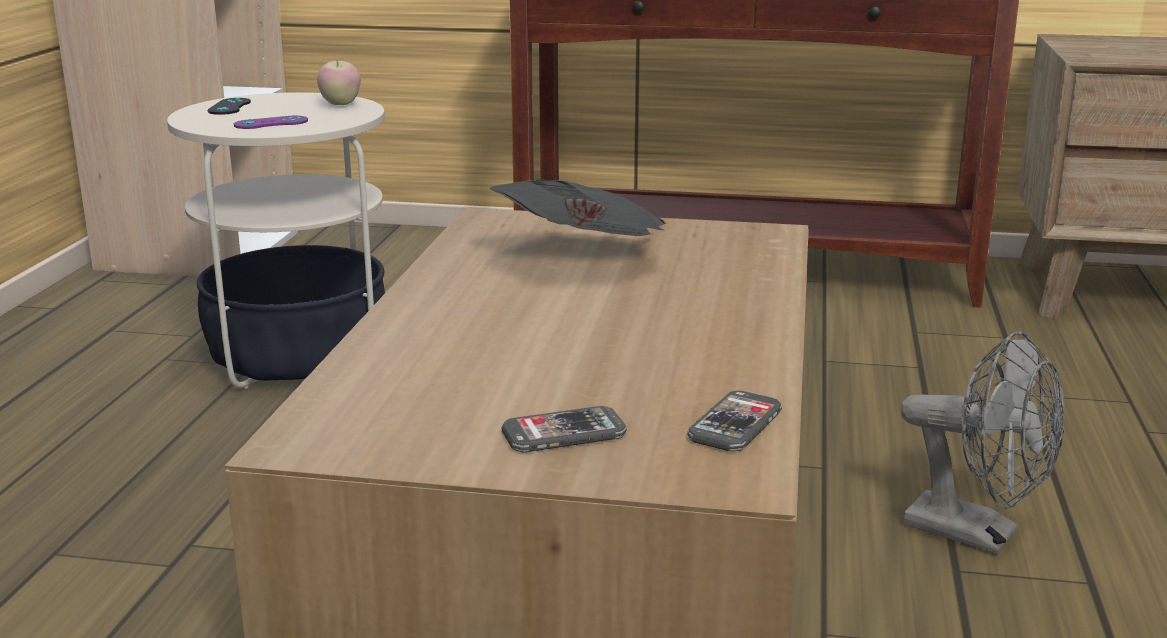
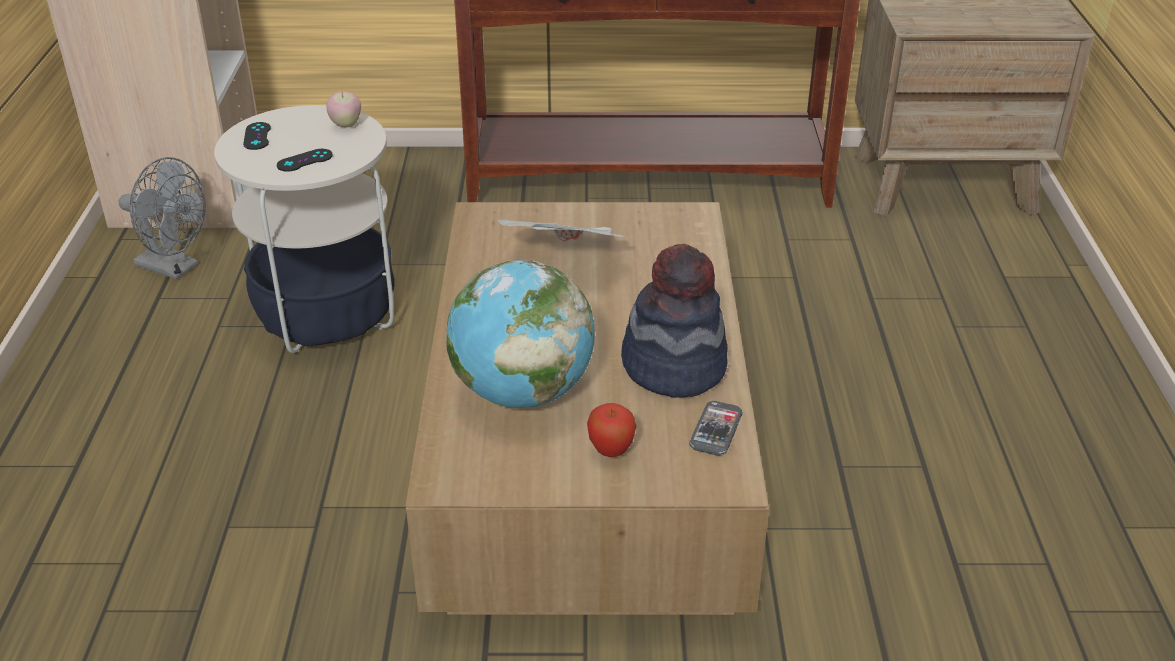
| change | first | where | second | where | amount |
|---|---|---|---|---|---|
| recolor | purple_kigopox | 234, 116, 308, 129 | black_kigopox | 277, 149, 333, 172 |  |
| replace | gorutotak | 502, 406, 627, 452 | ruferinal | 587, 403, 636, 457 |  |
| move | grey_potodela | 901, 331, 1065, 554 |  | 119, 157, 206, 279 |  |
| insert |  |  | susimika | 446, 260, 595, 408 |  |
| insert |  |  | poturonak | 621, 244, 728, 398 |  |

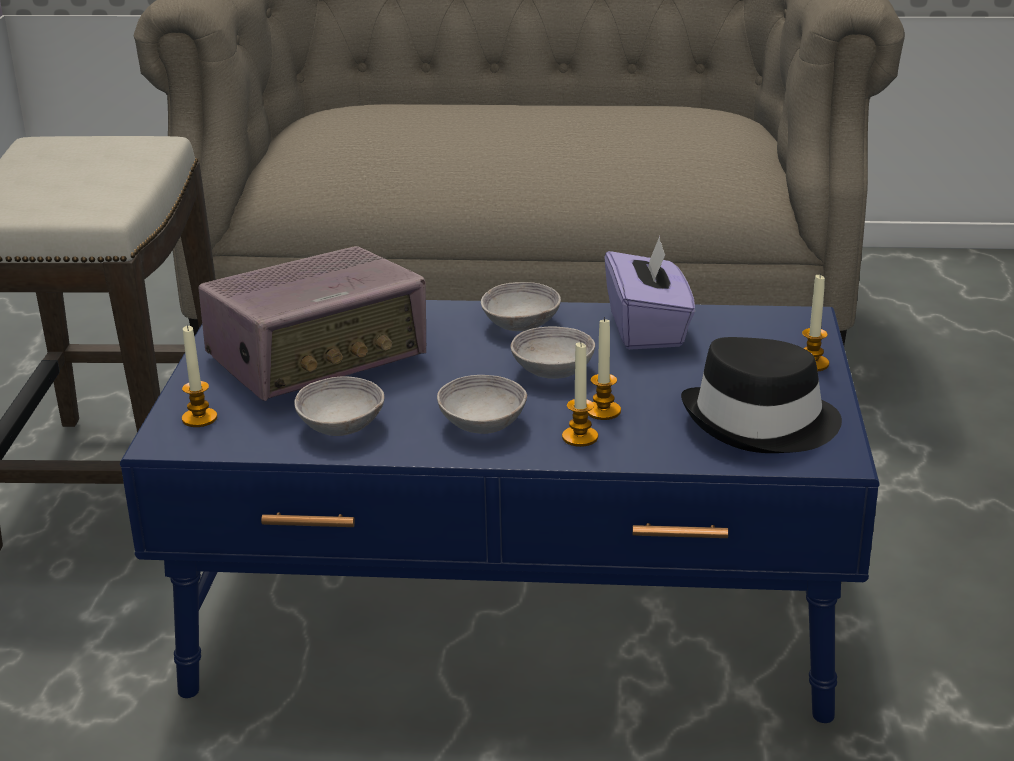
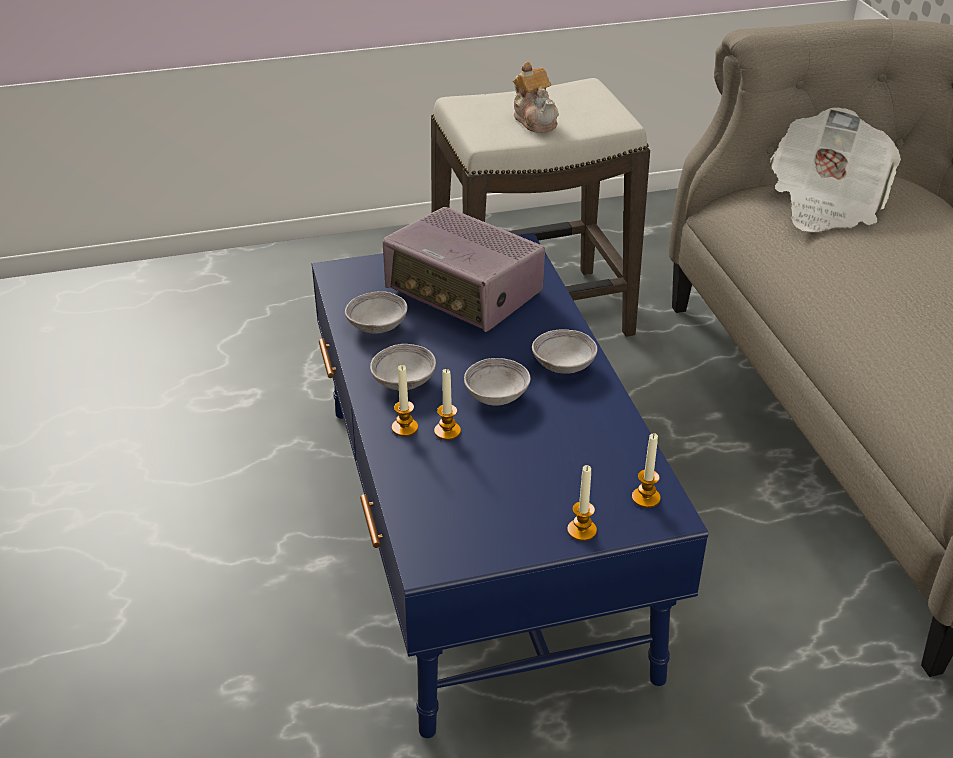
| change | first | where | second | where | amount |
|---|---|---|---|---|---|
| move | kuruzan | 182, 325, 217, 427 |  | 632, 433, 661, 508 |  |
| delete | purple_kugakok | 604, 236, 695, 350 |  |  |  |
| delete | black_poturonak | 681, 337, 842, 453 |  |  |  |
| insert |  |  | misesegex | 513, 61, 559, 133 |  |
| insert |  |  | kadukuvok | 770, 108, 901, 232 |  |

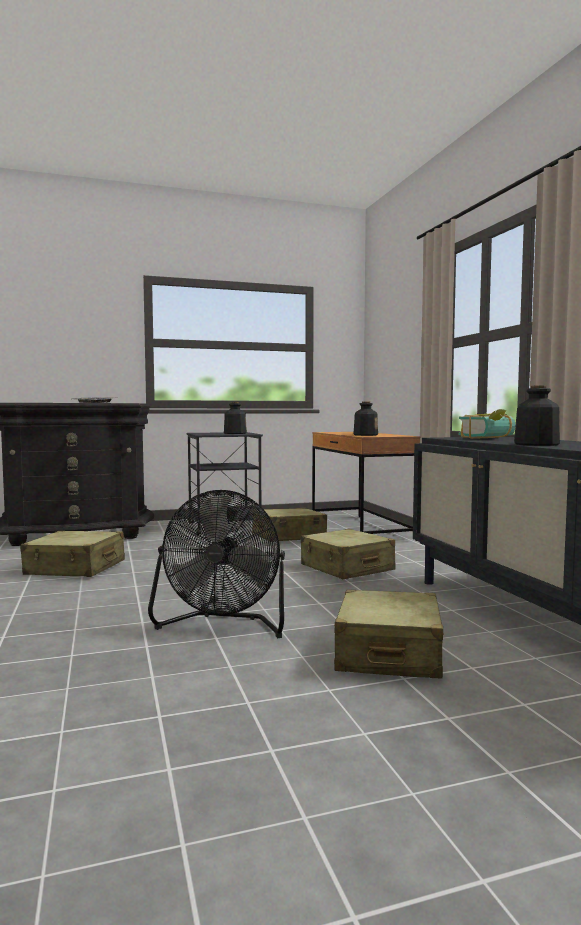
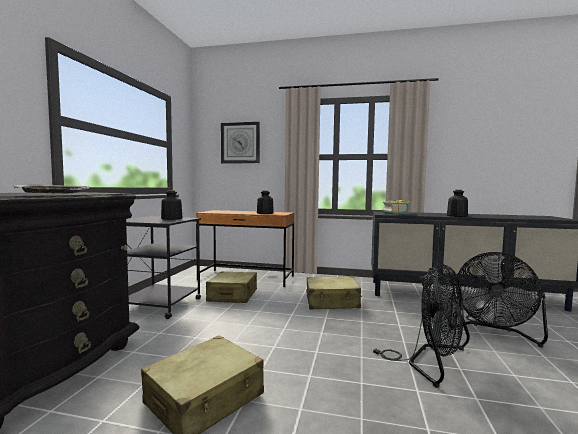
| change | first | where | second | where | amount |
|---|---|---|---|---|---|
| replace | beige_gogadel | 334, 589, 443, 678 | black_potodela | 448, 252, 548, 348 |  |
| insert |  |  | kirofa | 221, 122, 260, 163 |  |

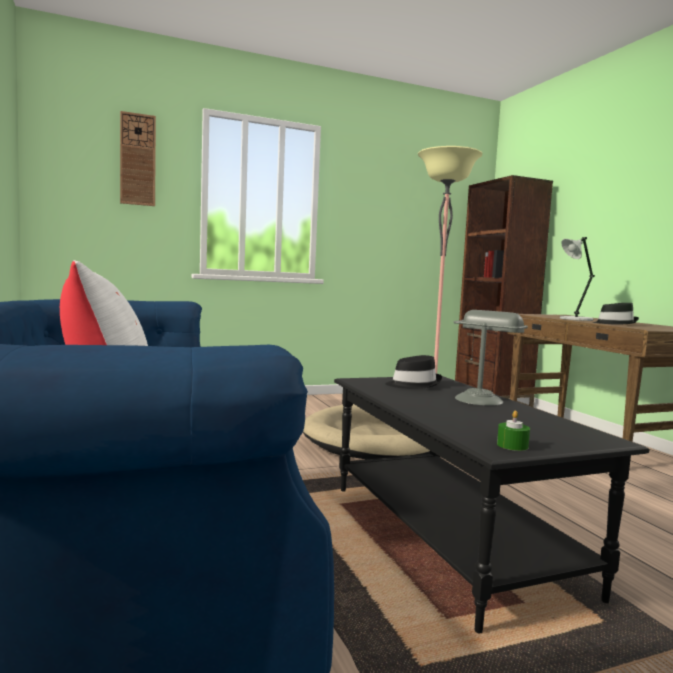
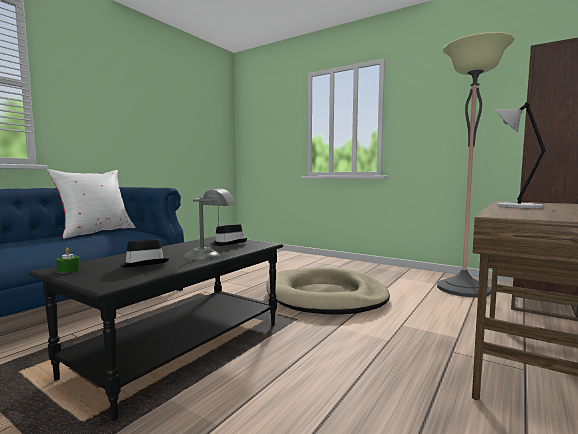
| change | first | where | second | where | amount |
|---|---|---|---|---|---|
| delete | kirofa | 120, 111, 156, 206 |  |  |  |
| move | black_poturonak | 592, 303, 639, 325 |  | 119, 239, 169, 267 |  |

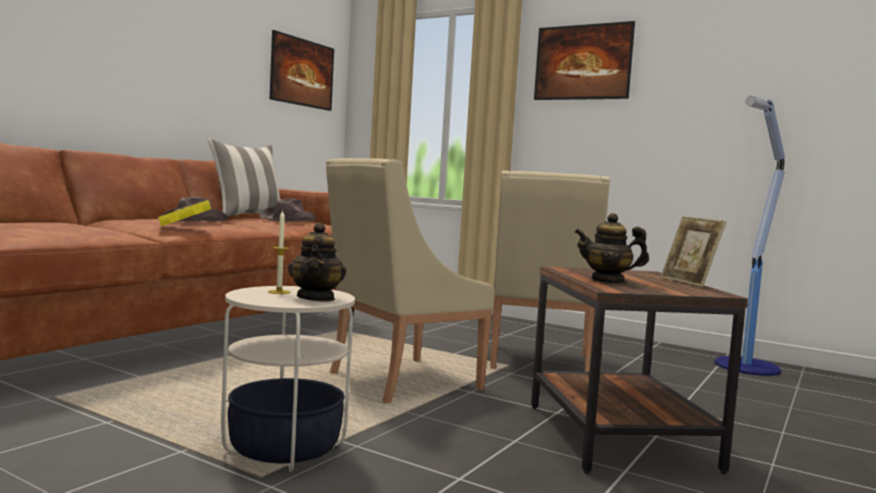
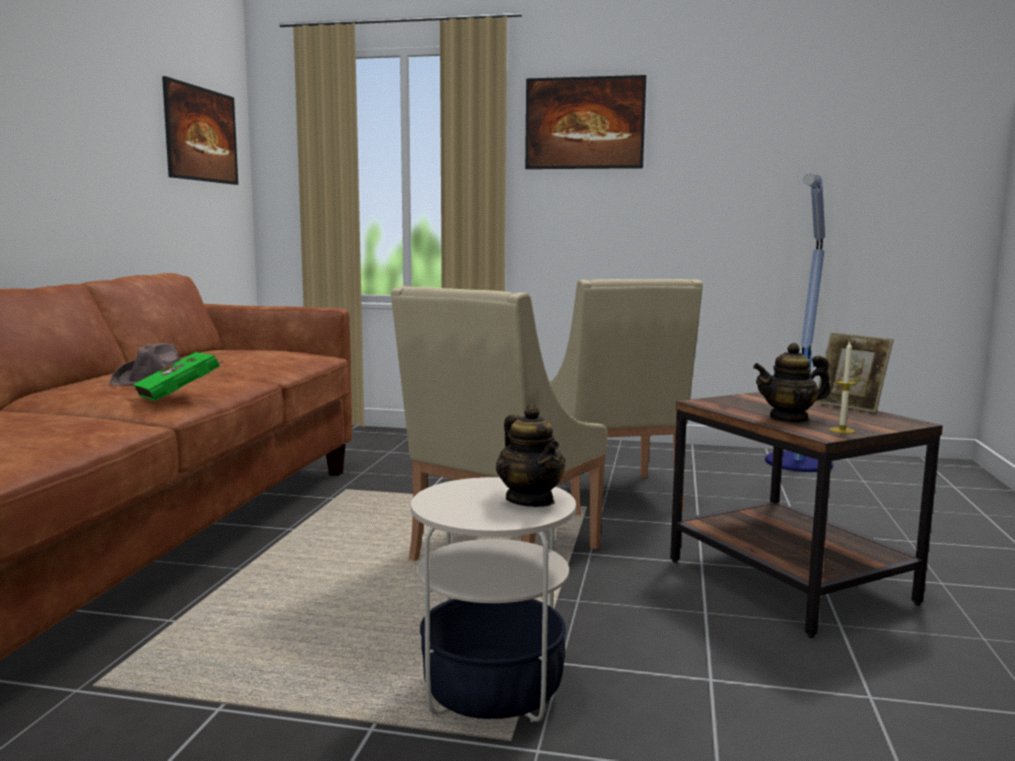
| change | first | where | second | where | amount |
|---|---|---|---|---|---|
| recolor | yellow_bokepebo | 158, 200, 219, 226 | green_bokepebo | 133, 352, 226, 401 |  |
| delete | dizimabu | 208, 139, 280, 217 |  |  |  |
| delete | brown_poturonak | 260, 198, 318, 221 |  |  |  |
| move | kuruzan | 268, 209, 291, 294 |  | 829, 340, 857, 434 |  |

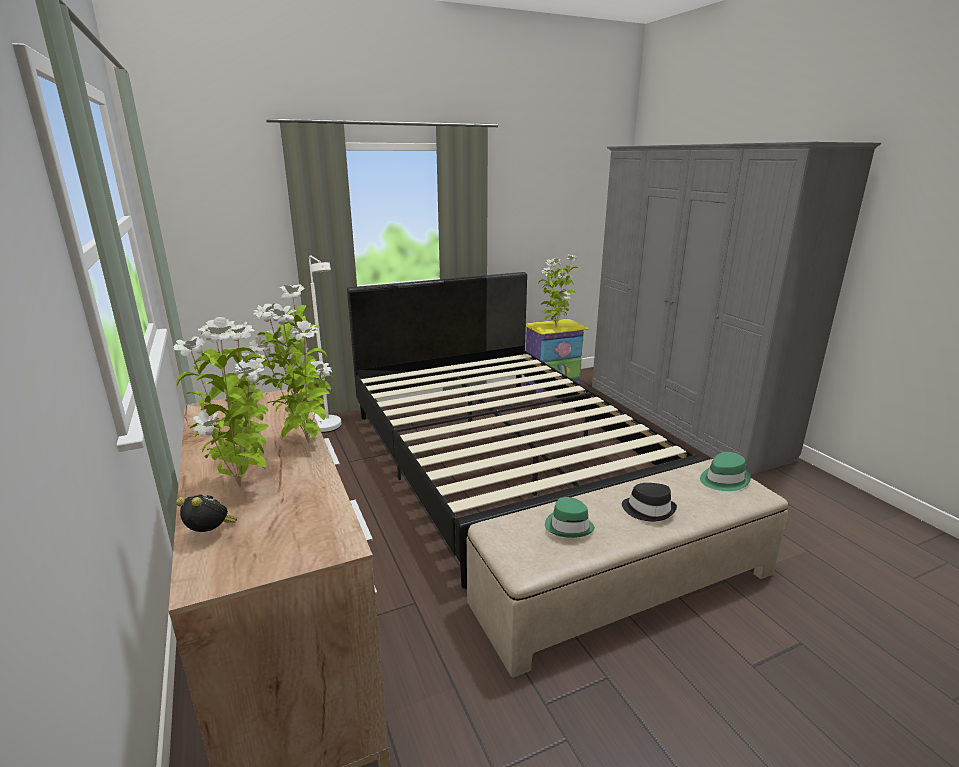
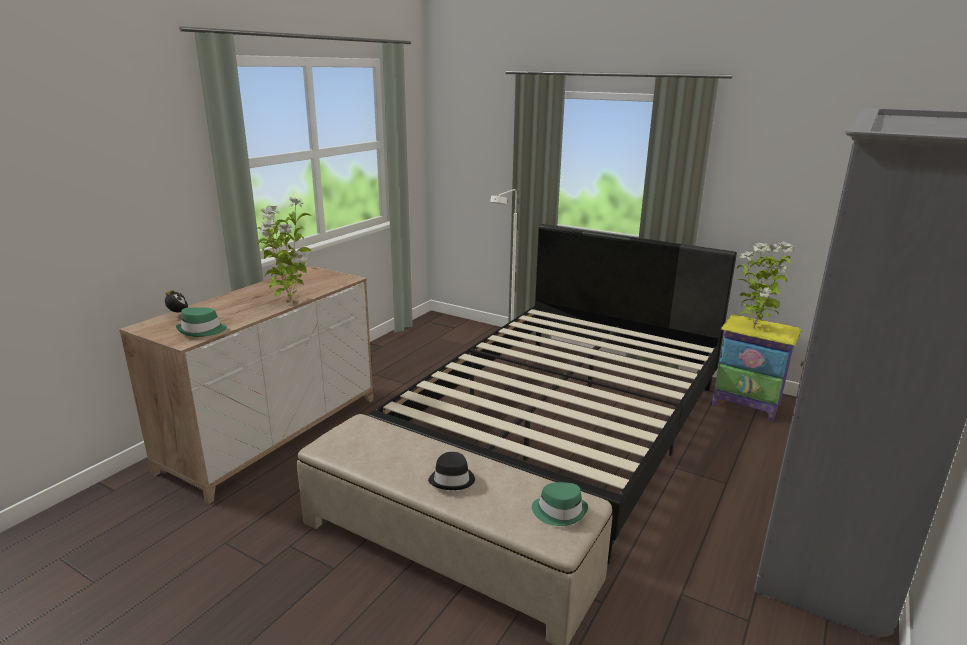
| change | first | where | second | where | amount |
|---|---|---|---|---|---|
| delete | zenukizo | 173, 317, 272, 487 |  |  |  |
| move | green_poturonak | 545, 497, 595, 538 |  | 176, 307, 227, 337 |  |

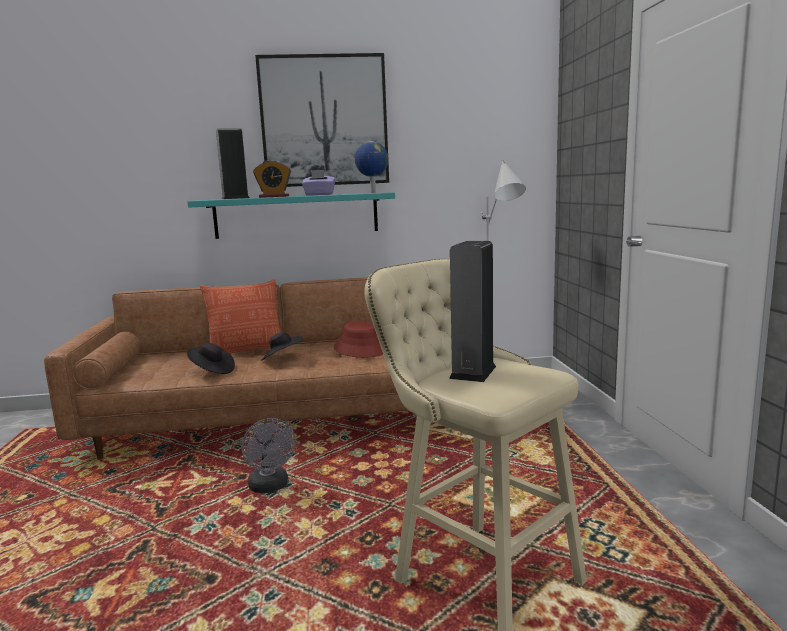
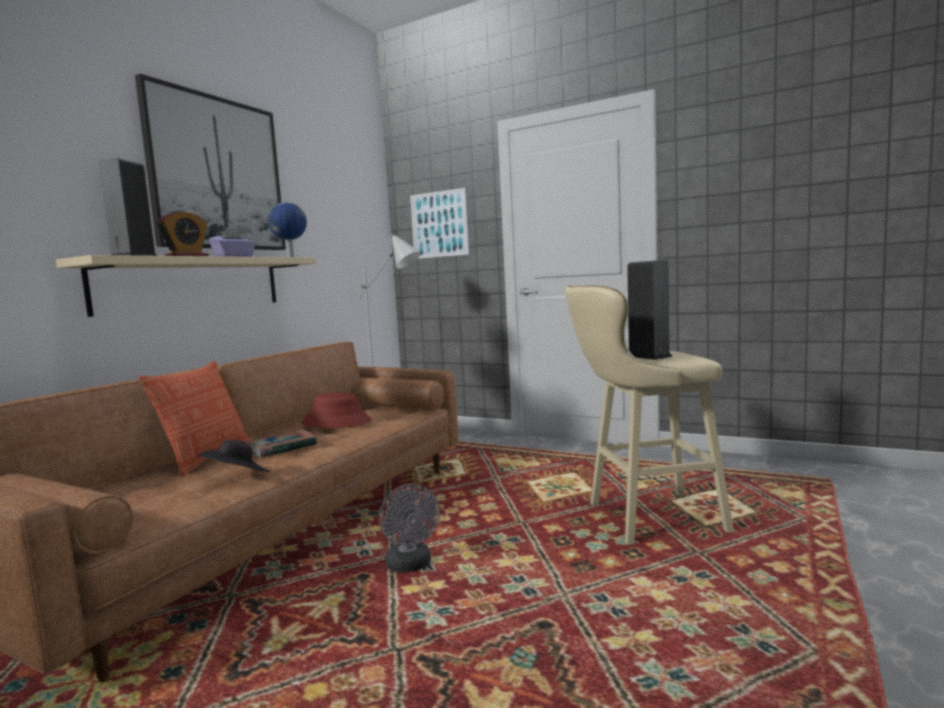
| change | first | where | second | where | amount |
|---|---|---|---|---|---|
| recolor | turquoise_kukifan | 187, 192, 395, 239 | beige_kukifan | 56, 255, 316, 317 |  |
| rotate | grey_potodela | 242, 418, 296, 493 |  | 379, 484, 440, 573 | 60 degrees clockwise |
| replace | black_poturonak | 261, 332, 303, 361 | bokepebo | 247, 429, 317, 458 |  |
| insert |  |  | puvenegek | 410, 188, 469, 259 |  |

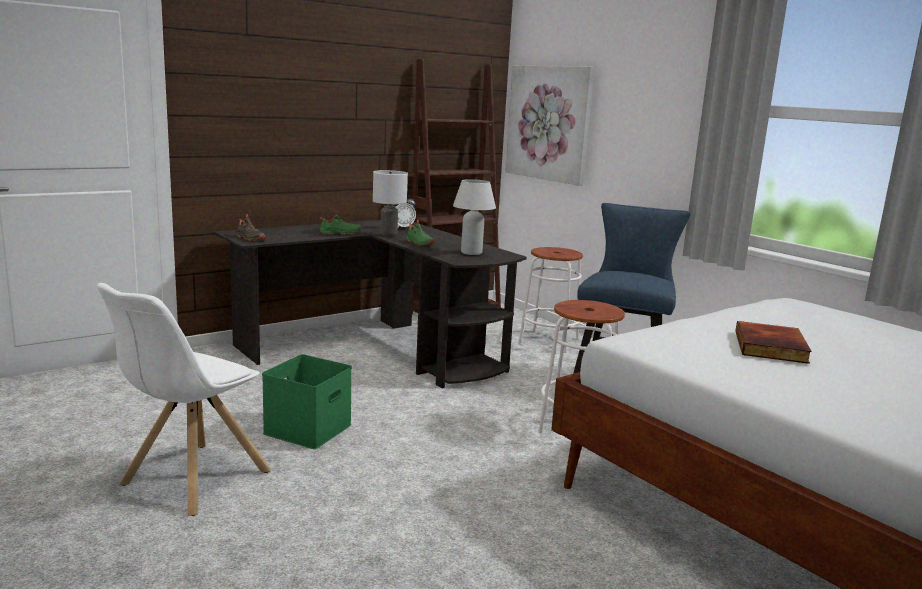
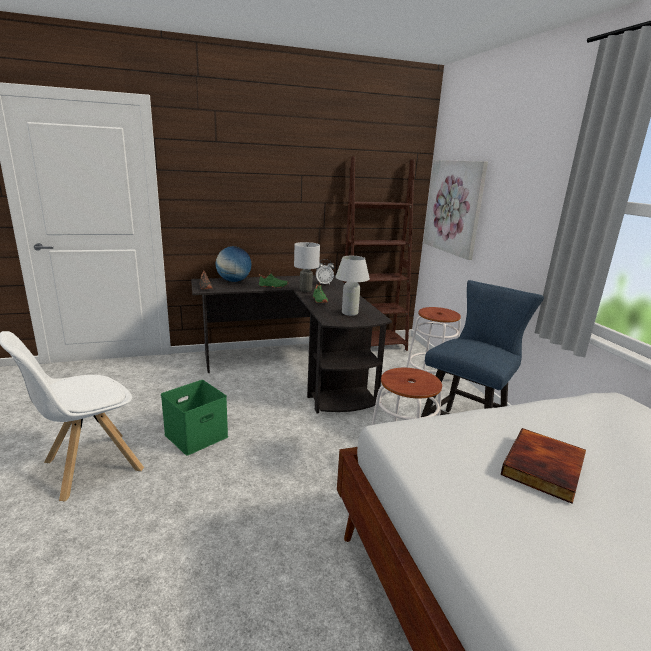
| change | first | where | second | where | amount |
|---|---|---|---|---|---|
| insert |  |  | susimika | 216, 246, 251, 282 |  |

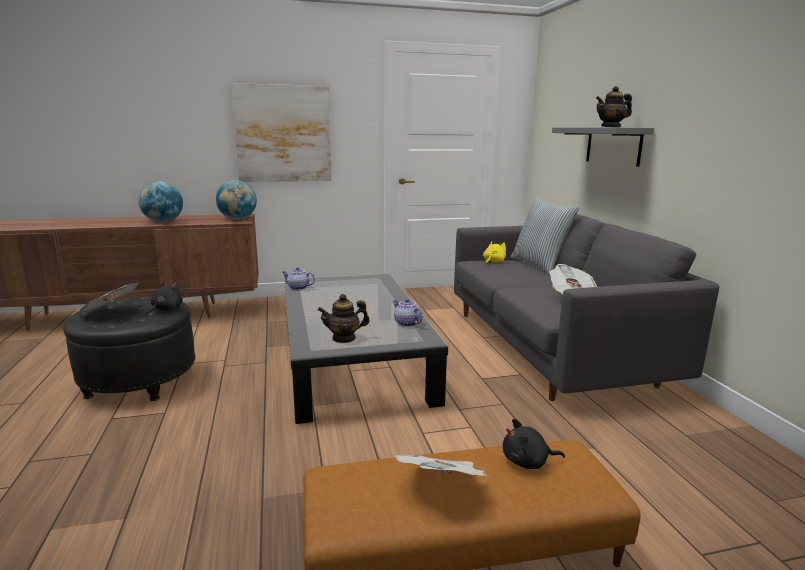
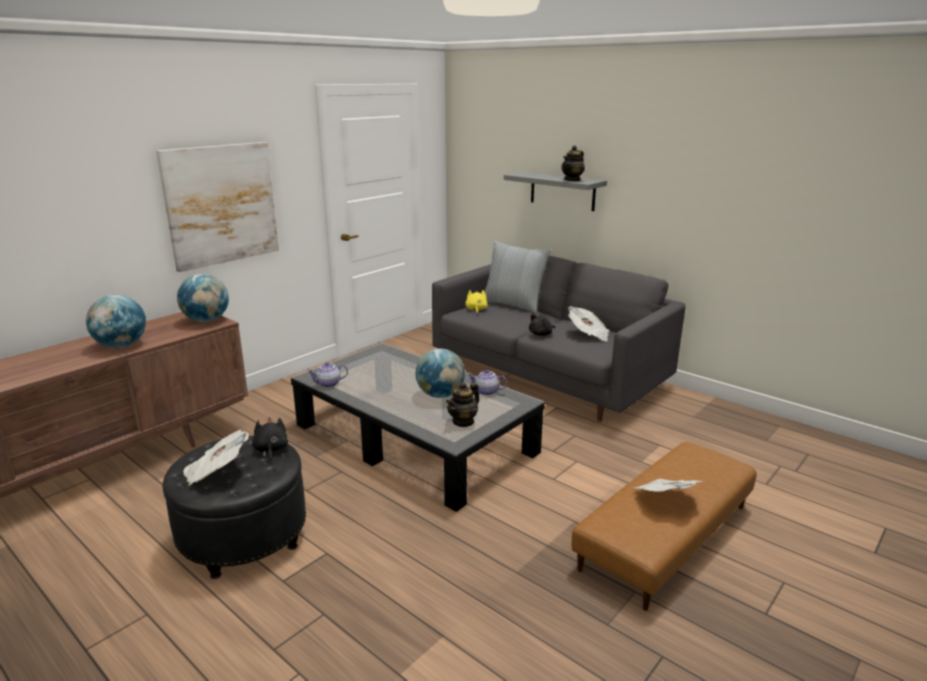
| change | first | where | second | where | amount |
|---|---|---|---|---|---|
| move | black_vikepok | 503, 419, 565, 469 |  | 529, 314, 555, 336 |  |
| insert |  |  | susimika | 416, 349, 465, 398 |  |

